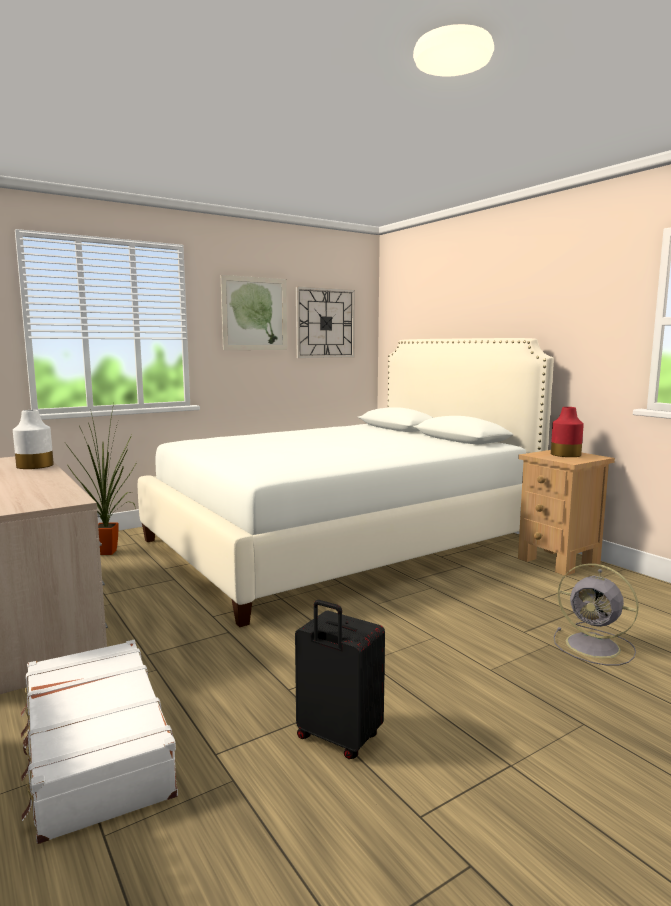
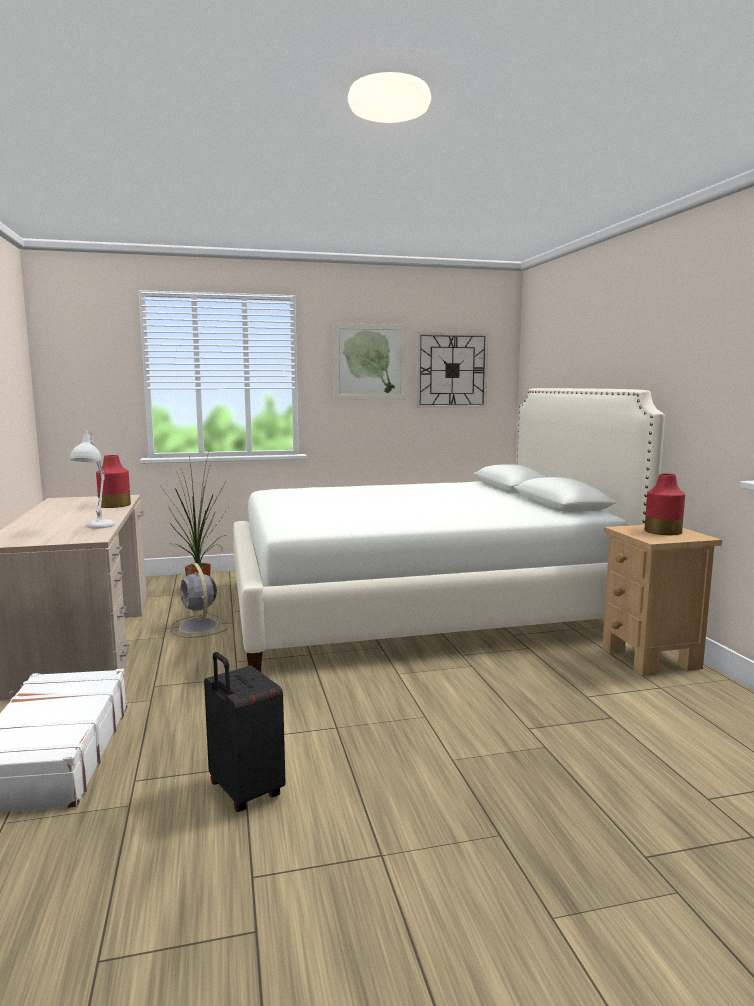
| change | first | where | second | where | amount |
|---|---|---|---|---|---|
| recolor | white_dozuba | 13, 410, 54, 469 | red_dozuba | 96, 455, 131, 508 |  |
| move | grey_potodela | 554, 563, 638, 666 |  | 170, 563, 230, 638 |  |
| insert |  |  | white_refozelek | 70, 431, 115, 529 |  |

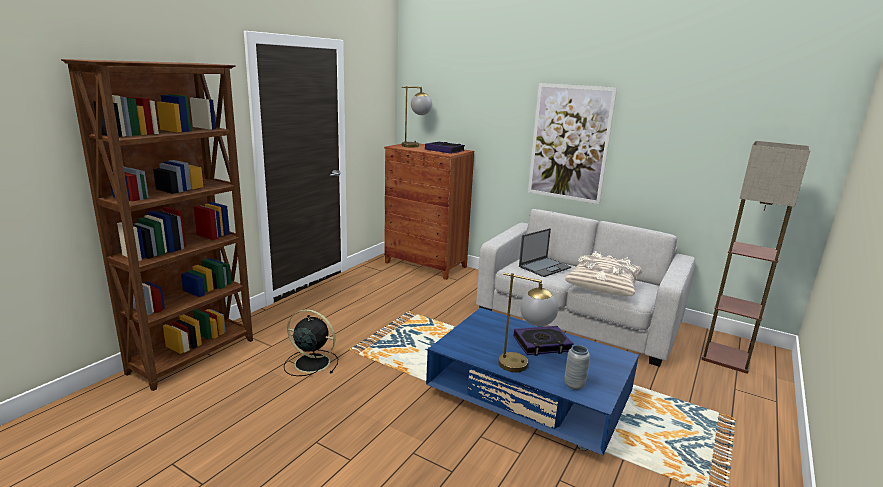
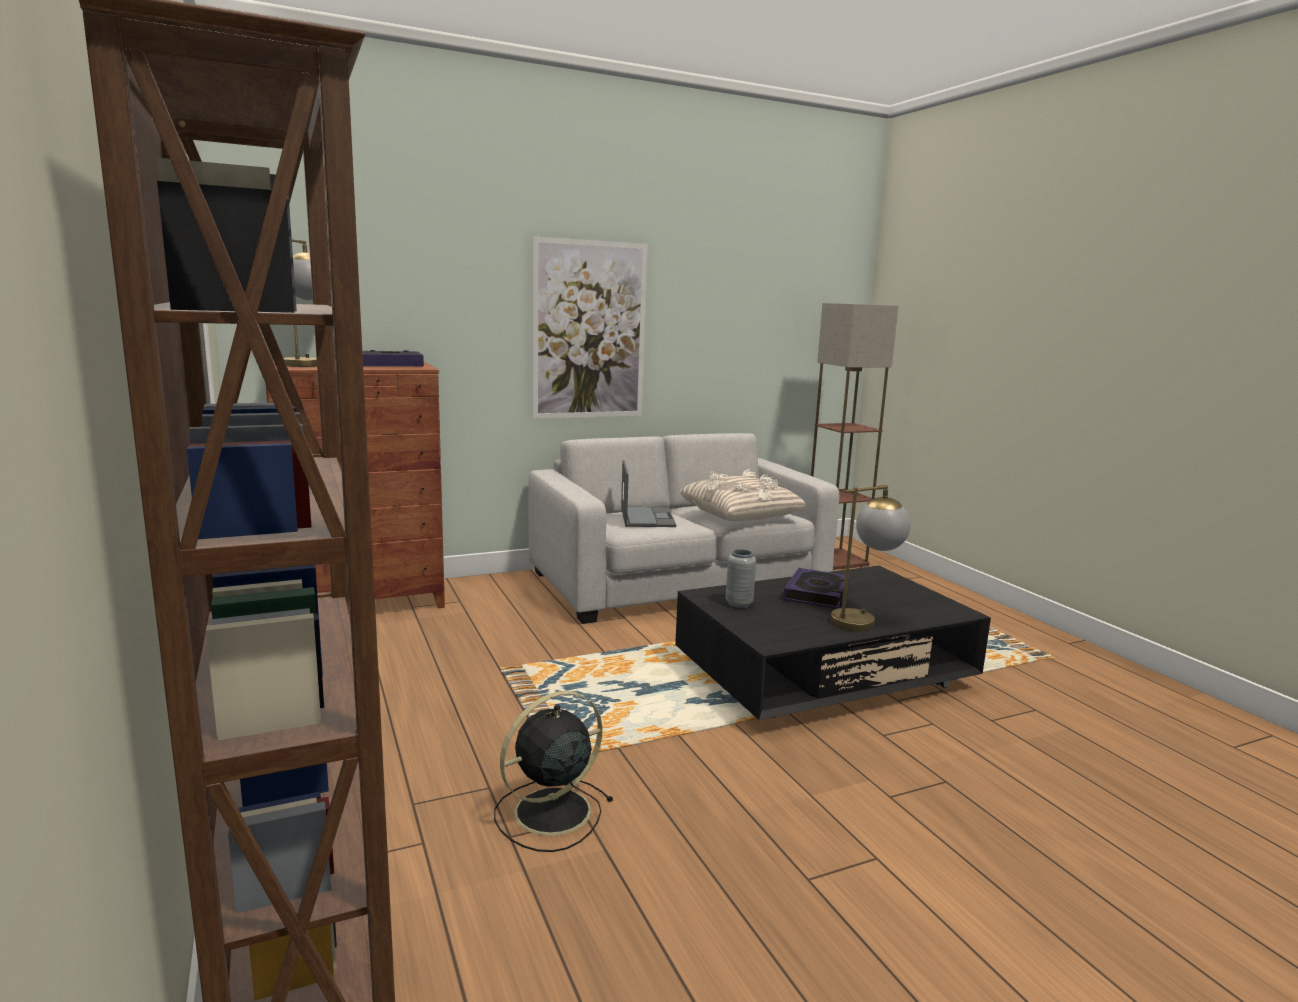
| change | first | where | second | where | amount |
|---|---|---|---|---|---|
| recolor | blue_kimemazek | 426, 308, 639, 455 | black_kimemazek | 675, 566, 991, 720 |  |
| move | grey_dozuba | 564, 345, 590, 390 |  | 726, 549, 756, 608 |  |

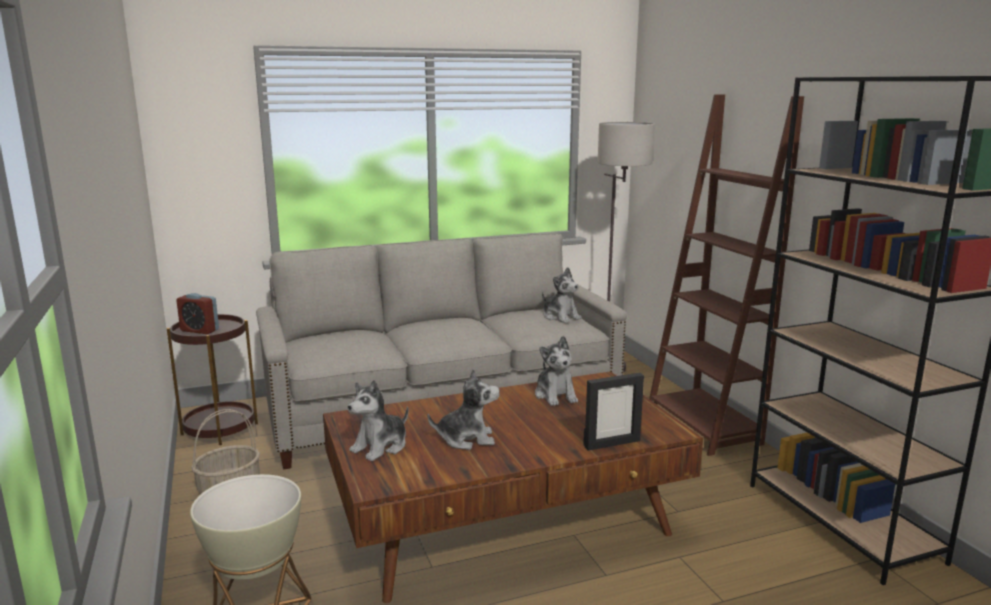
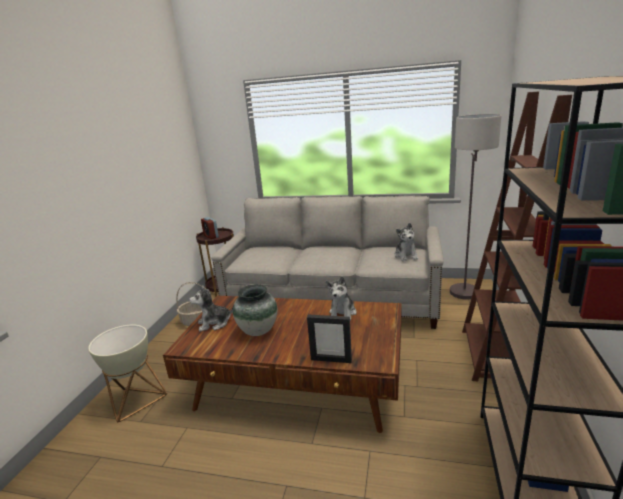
| change | first | where | second | where | amount |
|---|---|---|---|---|---|
| replace | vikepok | 428, 368, 500, 450 | dozuba | 233, 284, 277, 336 |  |

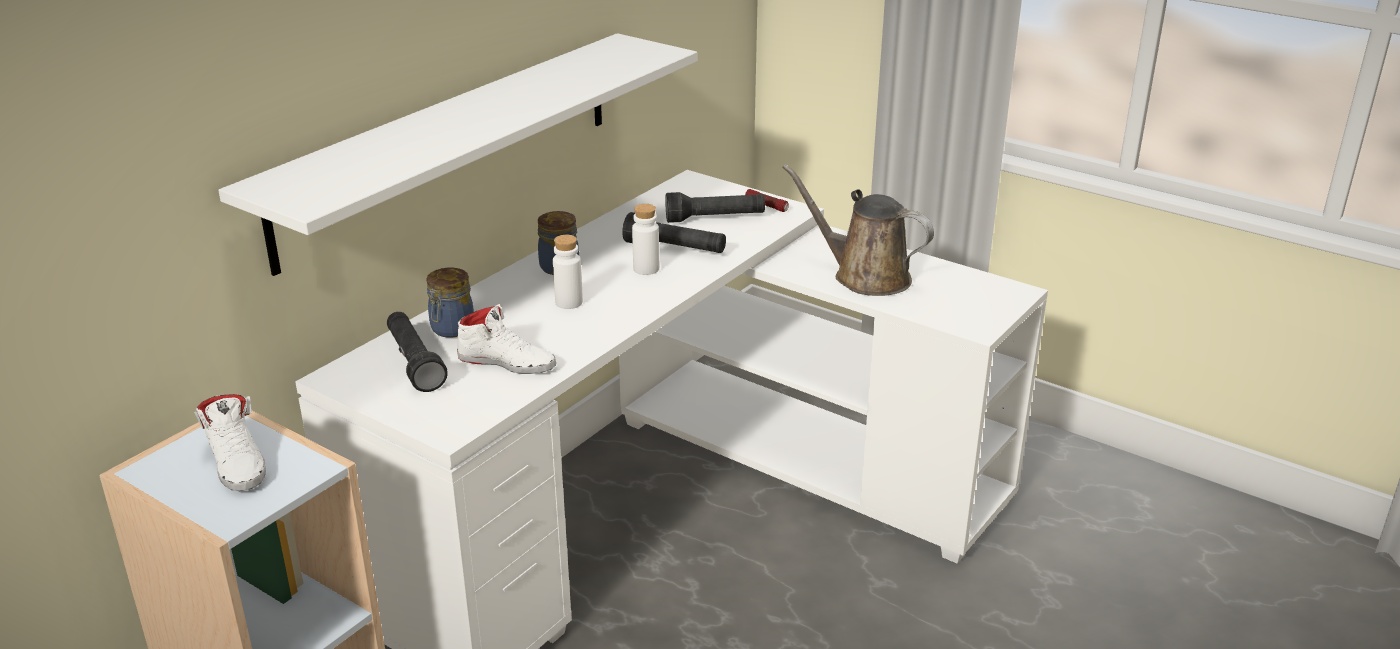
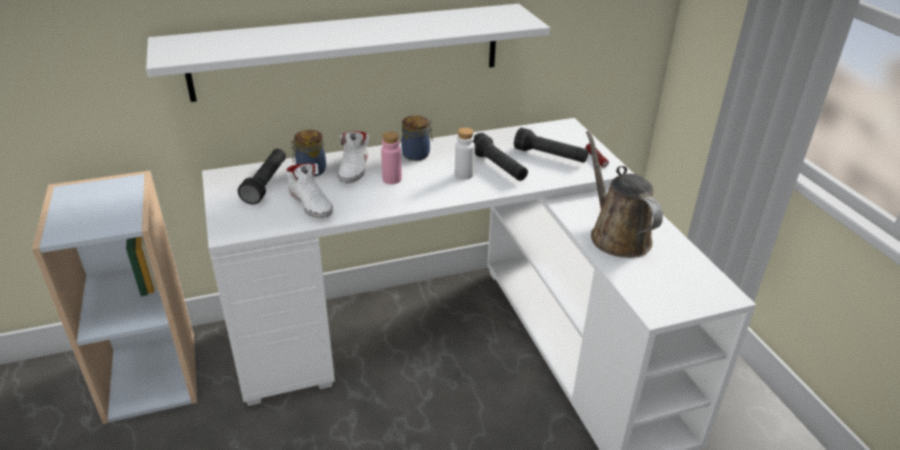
| change | first | where | second | where | amount |
|---|---|---|---|---|---|
| move | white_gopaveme | 194, 394, 266, 491 |  | 338, 131, 369, 183 |  |
| recolor | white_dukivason | 553, 235, 583, 309 | pink_dukivason | 381, 132, 402, 184 |  |

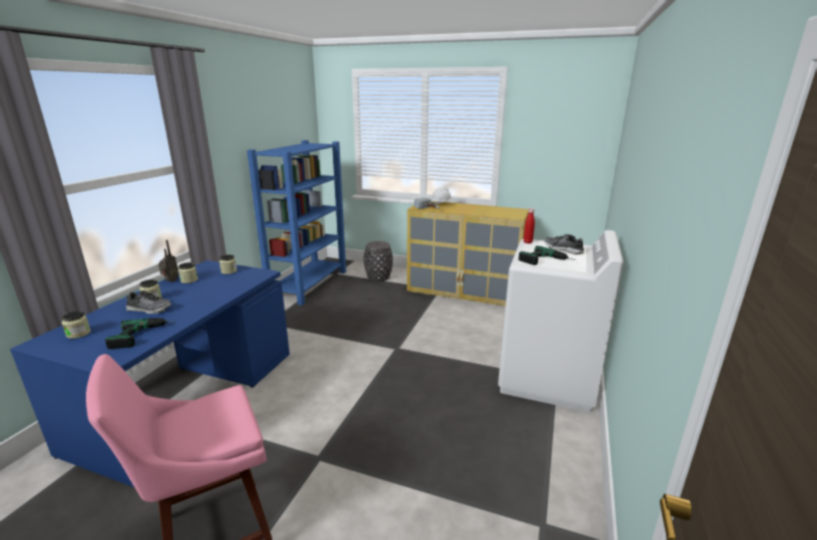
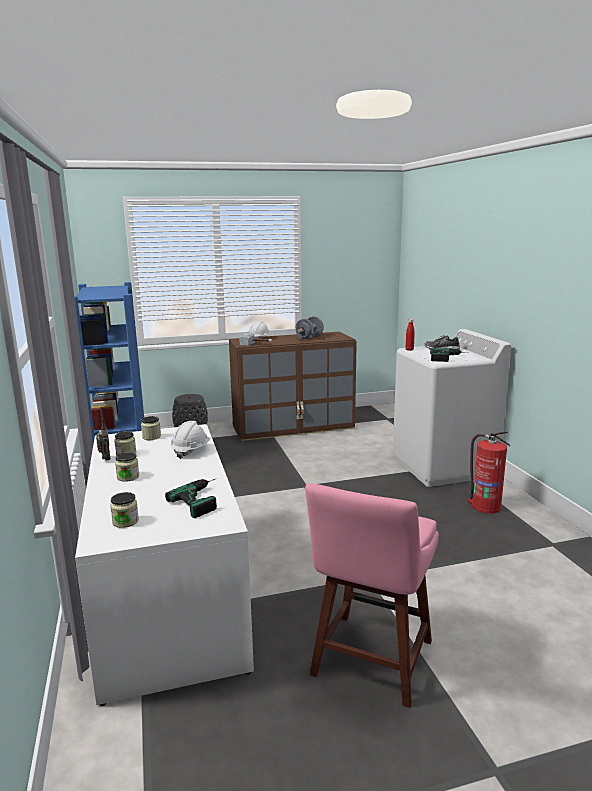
| change | first | where | second | where | amount |
|---|---|---|---|---|---|
| recolor | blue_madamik | 10, 260, 290, 488 | white_madamik | 75, 424, 254, 706 |  |
| delete | gopaveme | 126, 291, 171, 314 |  |  |  |
| recolor | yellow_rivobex | 407, 201, 529, 306 | brown_rivobex | 229, 332, 357, 441 |  |
| insert |  |  | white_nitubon | 171, 421, 211, 459 |  |
| insert |  |  | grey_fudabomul | 295, 316, 324, 340 |  |
| insert |  |  | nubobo | 468, 432, 510, 514 |  |

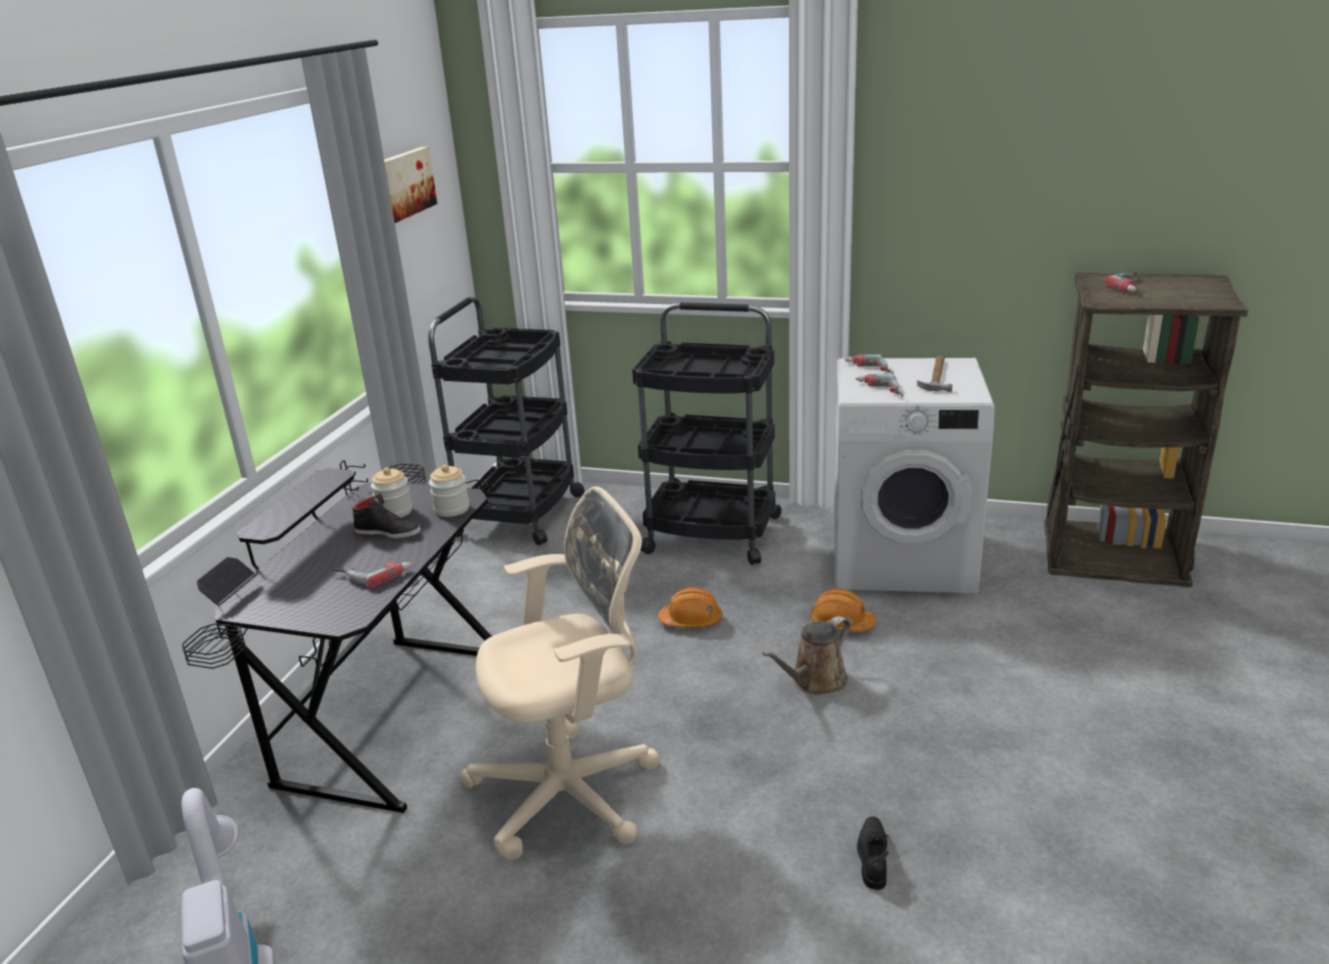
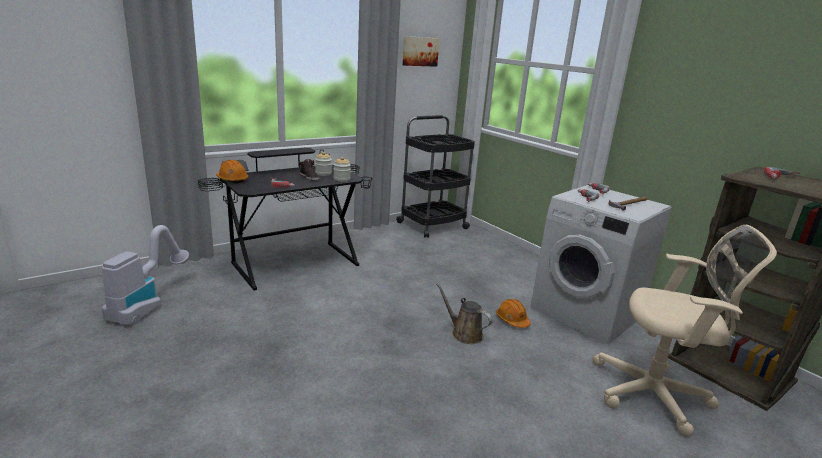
| change | first | where | second | where | amount |
|---|---|---|---|---|---|
| move | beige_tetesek | 459, 486, 660, 860 |  | 592, 225, 777, 437 |  |
| delete | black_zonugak | 632, 302, 781, 565 |  |  |  |
| move | orange_nitubon | 658, 587, 722, 628 |  | 216, 160, 248, 183 |  |
| rotate | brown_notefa | 762, 616, 850, 695 |  | 436, 283, 493, 344 | 45 degrees clockwise |
| delete | black_gopaveme | 857, 816, 890, 890 |  |  |  |

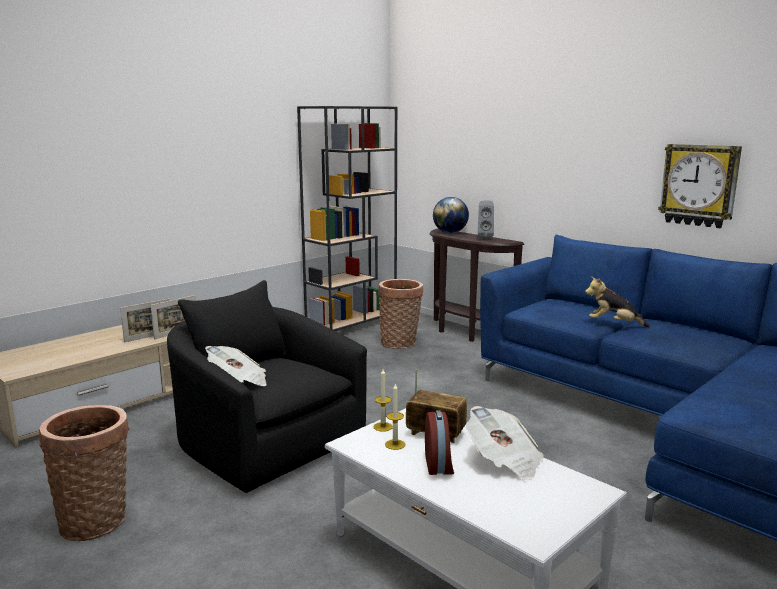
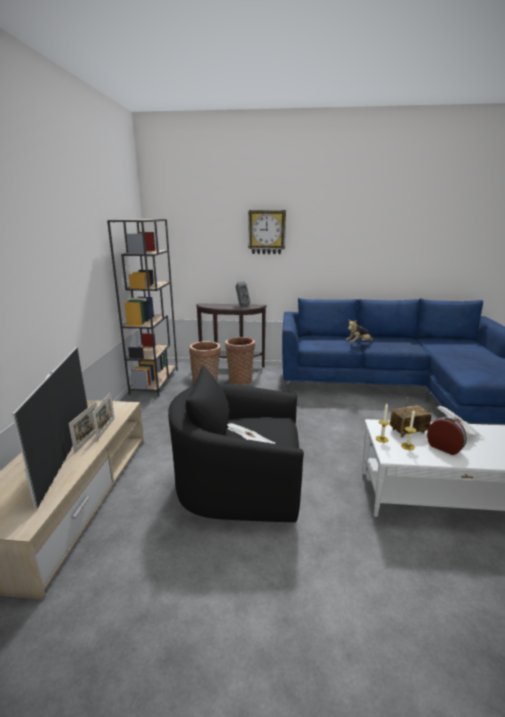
| change | first | where | second | where | amount |
|---|---|---|---|---|---|
| move | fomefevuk | 39, 405, 130, 541 |  | 225, 337, 255, 385 |  |
| delete | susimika | 433, 197, 469, 233 |  |  |  |
| move | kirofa | 658, 144, 742, 228 |  | 248, 210, 286, 254 |  |
| insert |  |  | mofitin | 12, 347, 88, 509 |  |

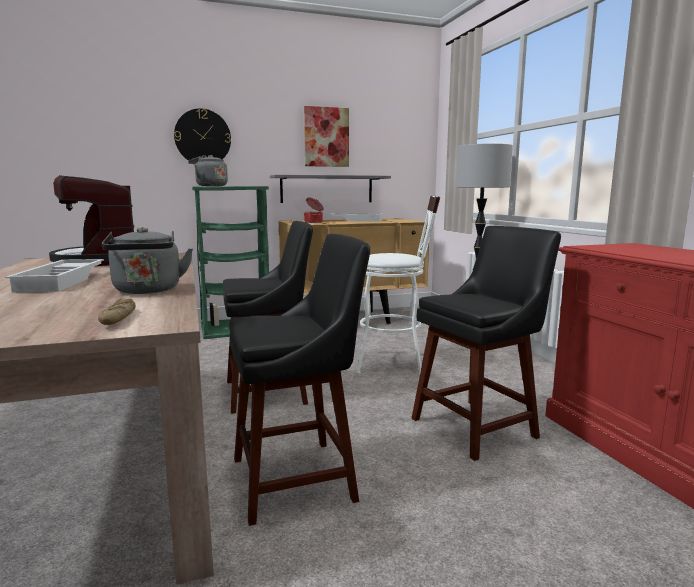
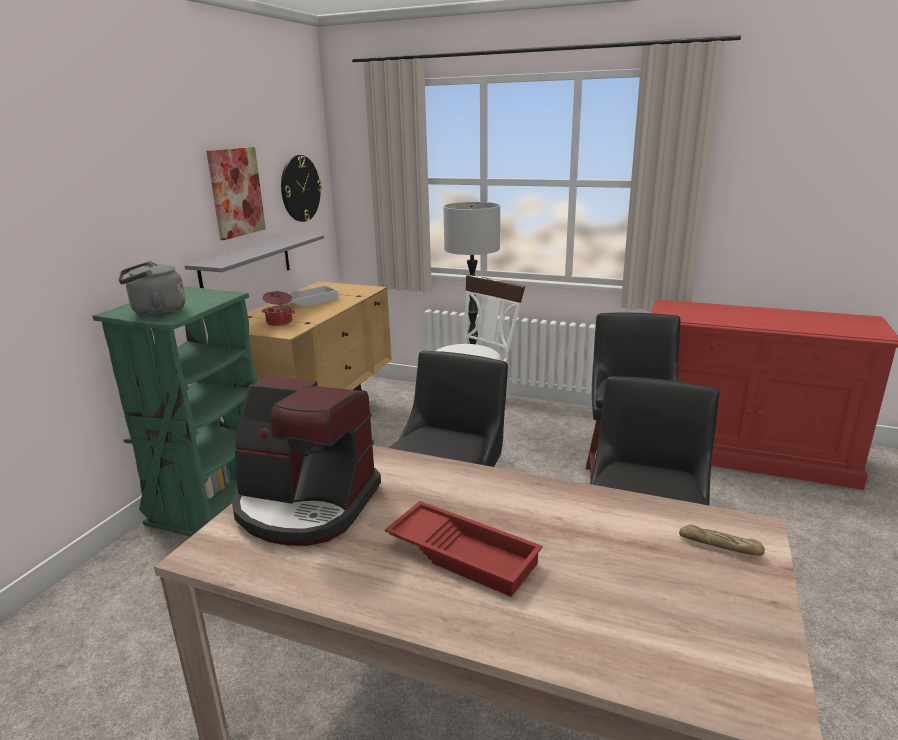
| change | first | where | second | where | amount |
|---|---|---|---|---|---|
| recolor | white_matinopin | 5, 259, 104, 293 | red_matinopin | 385, 501, 543, 597 |  |
| delete | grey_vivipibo | 102, 227, 193, 294 |  |  |  |
| move | kirofa | 174, 108, 231, 162 |  | 281, 155, 322, 222 |  |

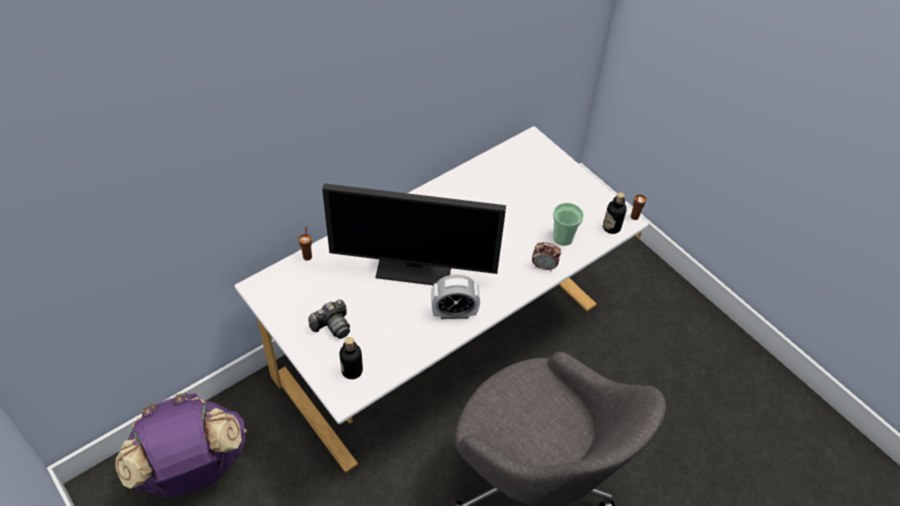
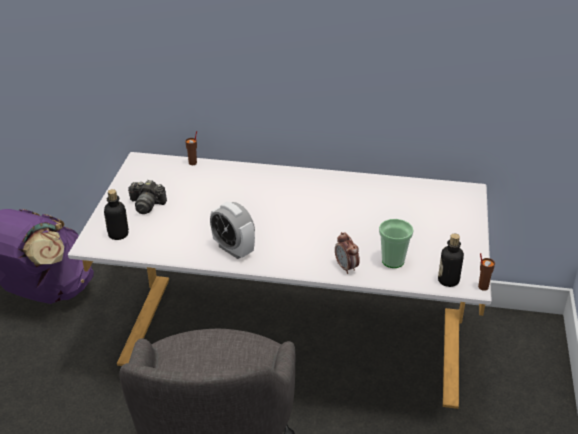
| change | first | where | second | where | amount |
|---|---|---|---|---|---|
| delete | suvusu | 322, 183, 506, 285 |  |  |  |

